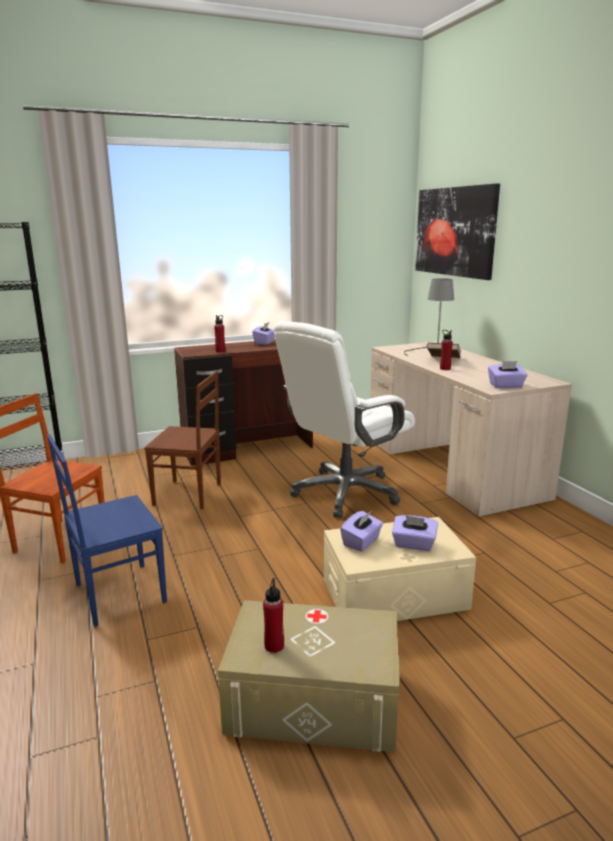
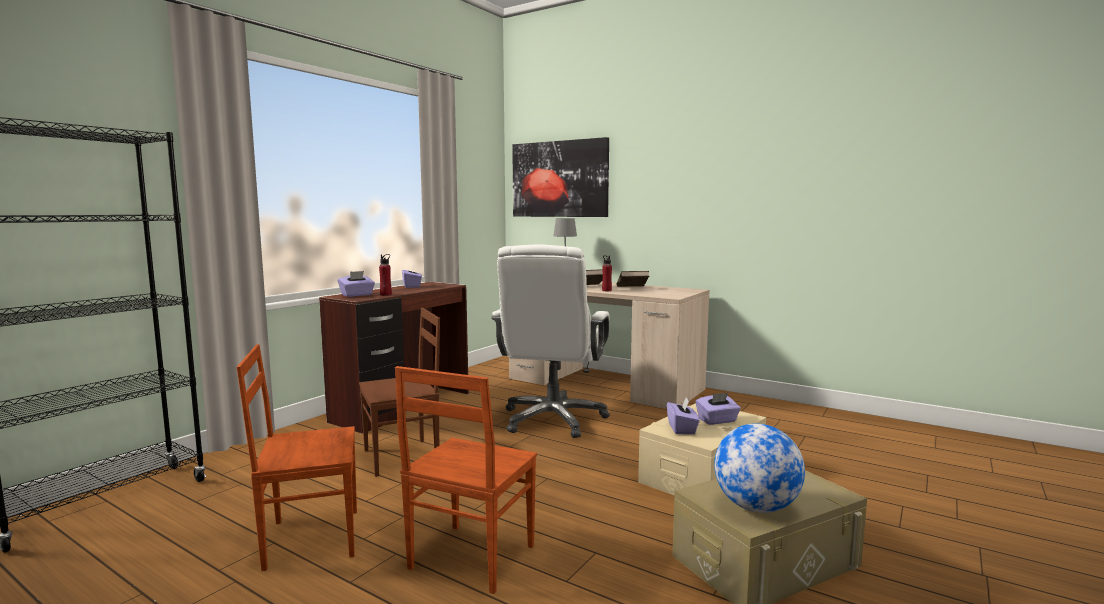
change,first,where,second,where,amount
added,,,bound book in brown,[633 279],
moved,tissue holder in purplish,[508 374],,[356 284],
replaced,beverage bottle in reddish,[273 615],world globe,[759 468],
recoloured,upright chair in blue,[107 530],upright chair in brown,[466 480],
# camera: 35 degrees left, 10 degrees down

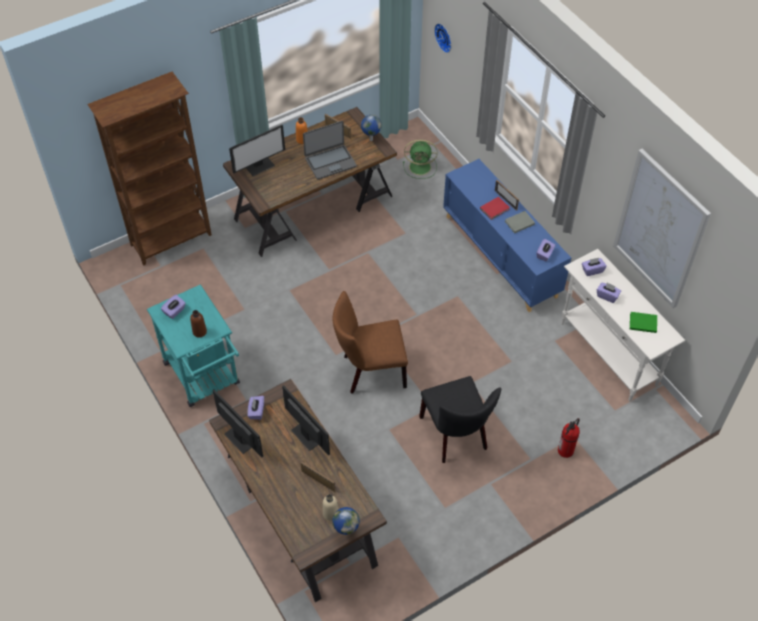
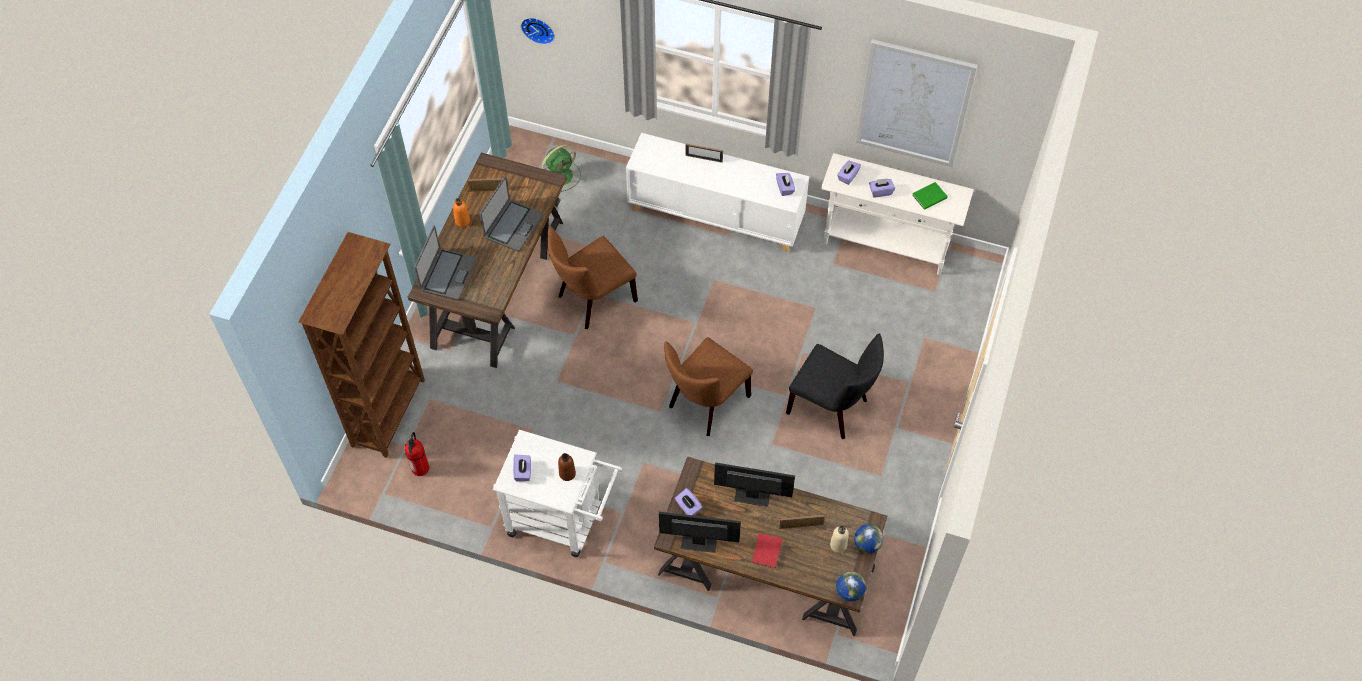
change,first,where,second,where,amount
removed,bound book in greyish,[520 222],,,
added,,,upright chair in brown,[592 277],
moved,world globe,[371 128],,[851 586],
moved,bound book in reddish,[495 208],,[767 550],
moved,fire-fighting cylinder,[569 438],,[417 454],
replaced,computer display,[257 150],portable computer,[445 263],
recoloured,trolley in turquoise-coloured,[193 345],trolley in whitish,[557 493],
recoloured,cupboard in blue,[507 235],cupboard in whitish,[717 193],
# camera: 40 degrees left, 5 degrees up

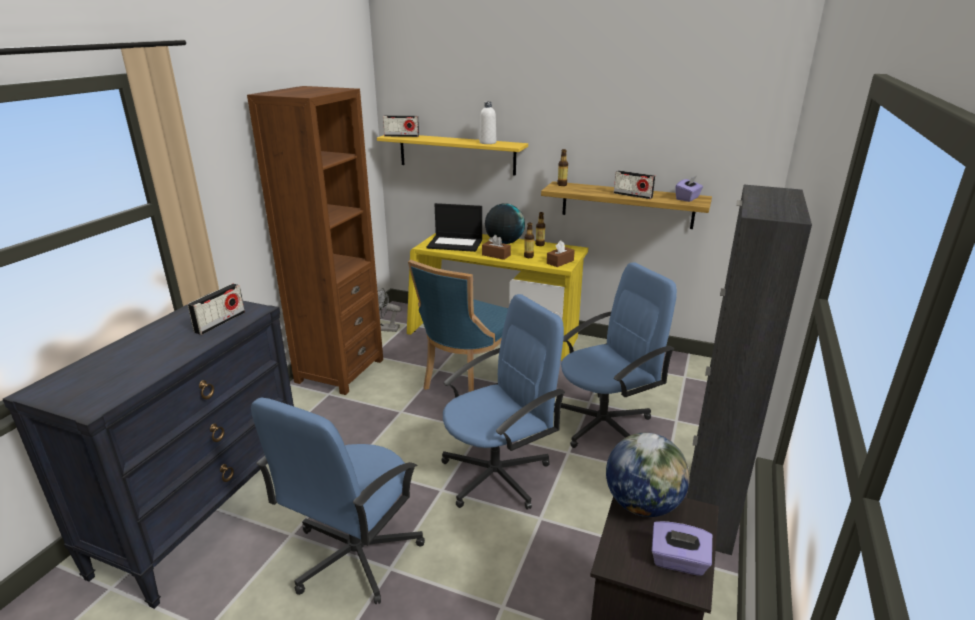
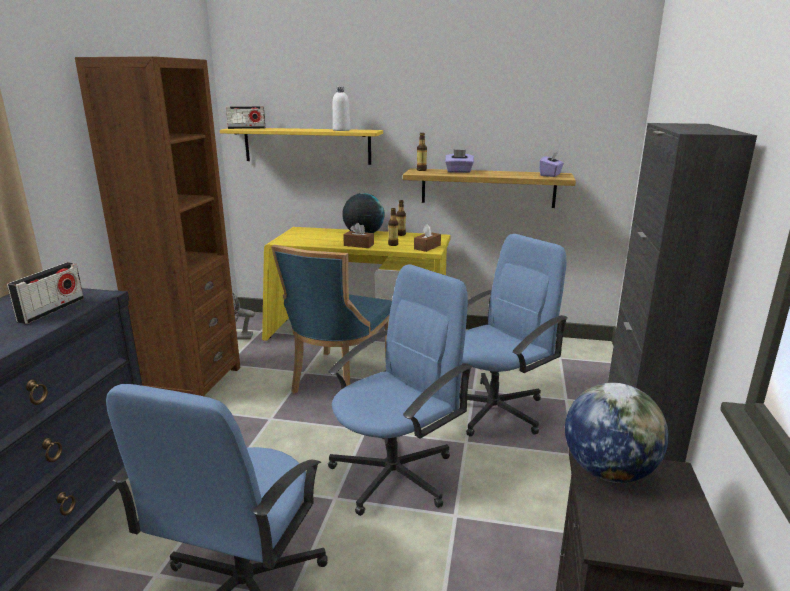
change,first,where,second,where,amount
removed,portable computer,[454 227],,,
removed,radio set,[634 184],,,
moved,tissue holder in purplish,[682 548],,[459 161],
# camera: 10 degrees left, 5 degrees down

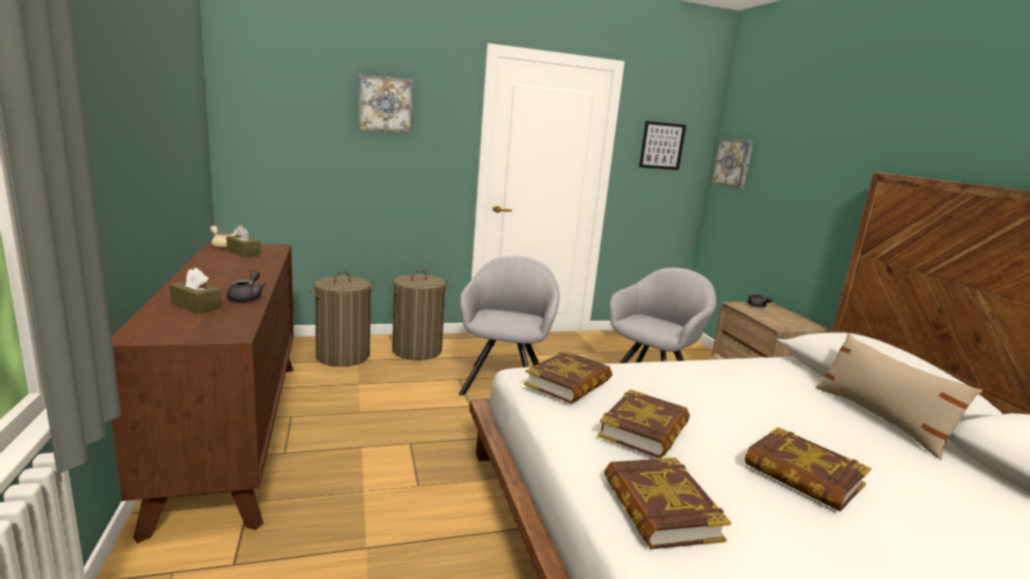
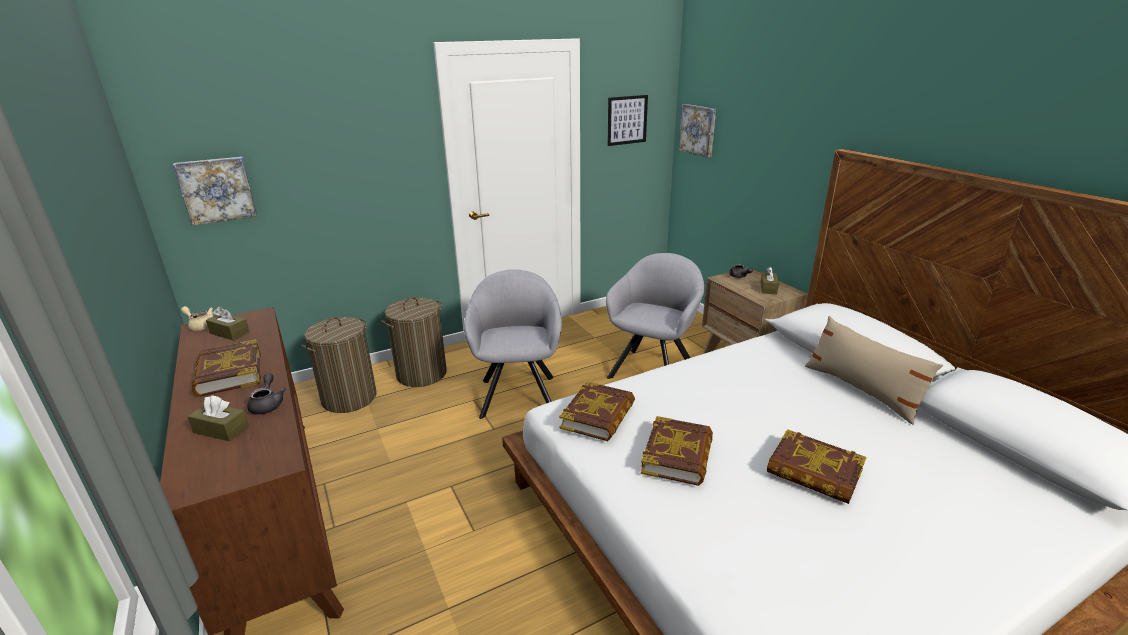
change,first,where,second,where,amount
added,,,tissue holder in brown,[769 280],
moved,wall picture,[386 104],,[215 191],
moved,bound book,[667 503],,[226 368],
# camera: 10 degrees left, 10 degrees up

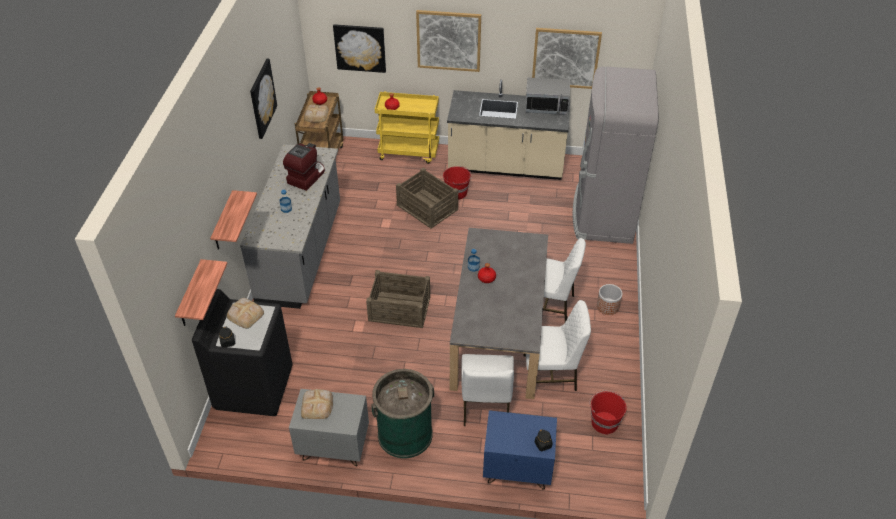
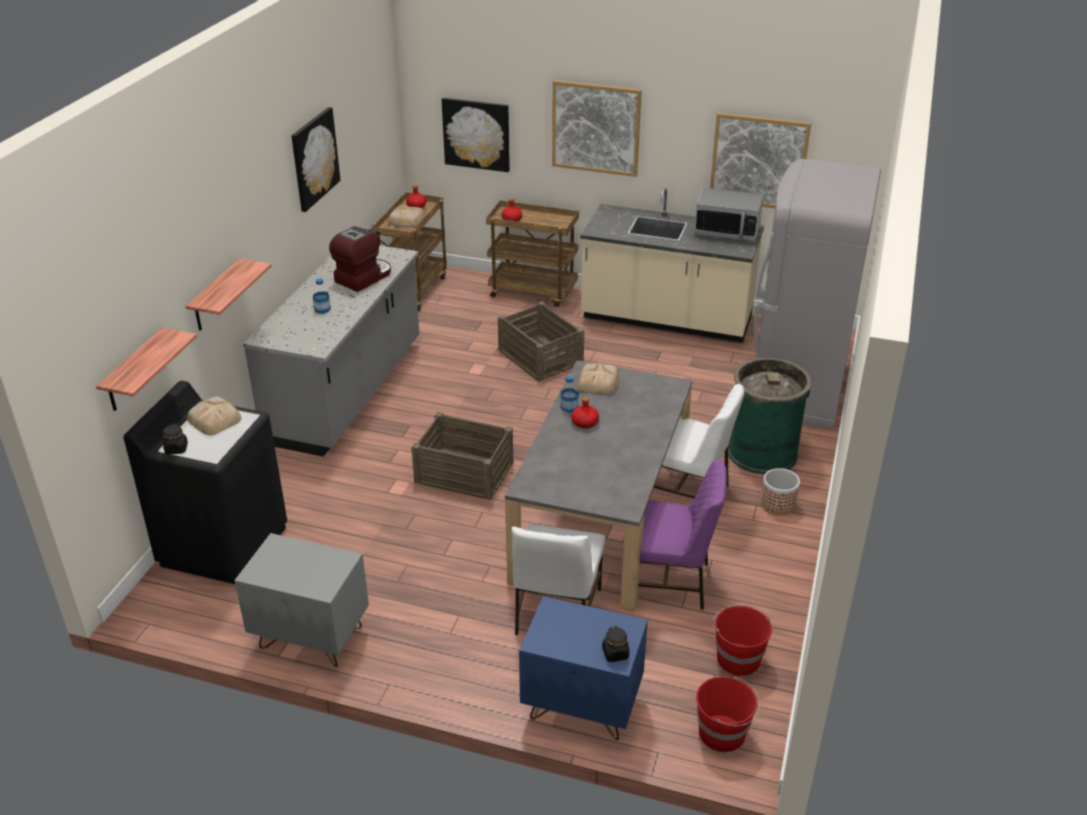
change,first,where,second,where,amount
moved,bread,[317 404],,[598 379],
moved,trash can in green,[402 413],,[770 416],
moved,bucket in reddish,[457 183],,[728 714],
recoloured,trolley in yellow-coloured,[407 127],trolley in brown,[532 253],
recoloured,upright chair in whitish,[557 345],upright chair in purplish,[675 534],
# camera: 10 degrees right, 10 degrees down

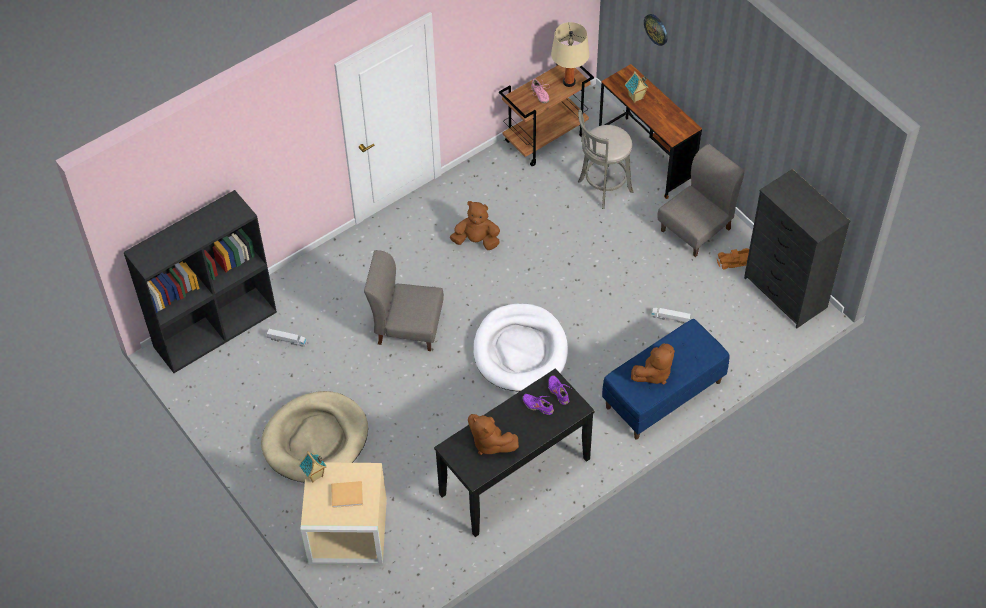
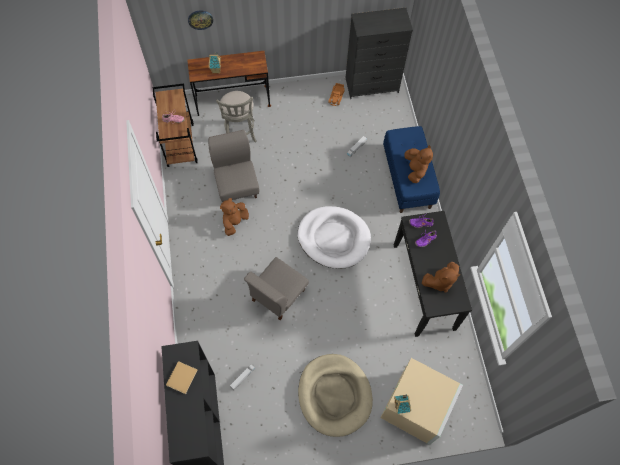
change,first,where,second,where,amount
removed,lamp for a table in sand-coloured,[570 54],,,
moved,bound book in sand-coloured,[347 494],,[182 377],
moved,upright chair in greyish,[701 200],,[234 166],
# camera: 65 degrees left, 10 degrees up

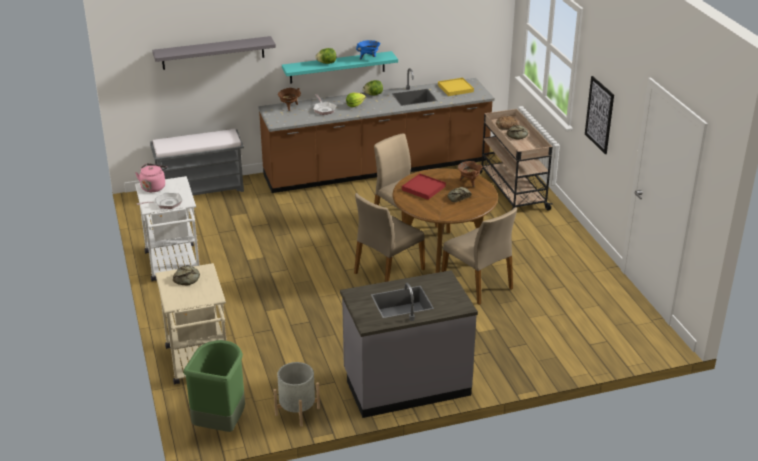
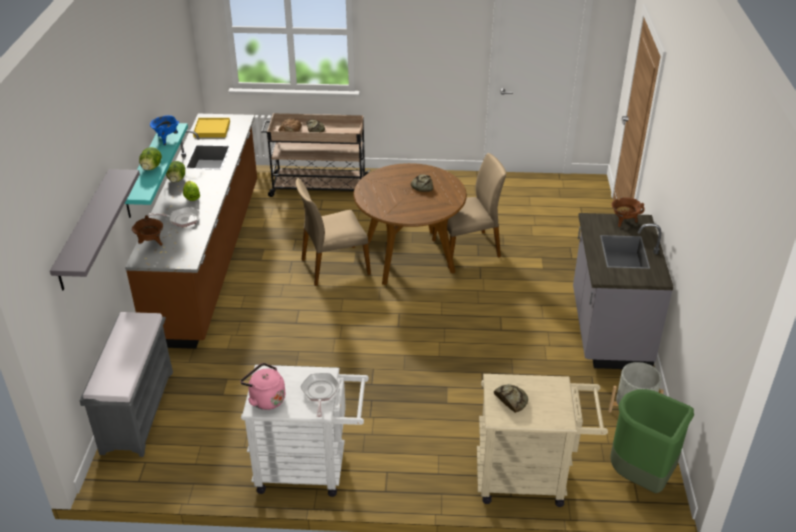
change,first,where,second,where,amount
removed,upright chair in sand-coloured,[389 237],,,
removed,tray in reddish,[424 187],,,
removed,wall picture,[599 115],,,
moved,cooking pot in brown,[470 174],,[628 212],
# camera: 70 degrees left, 5 degrees up

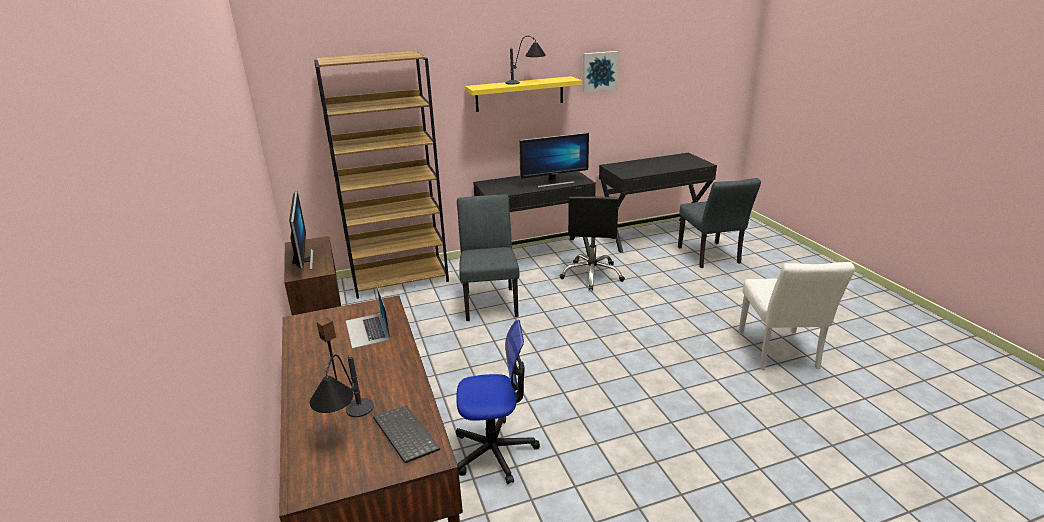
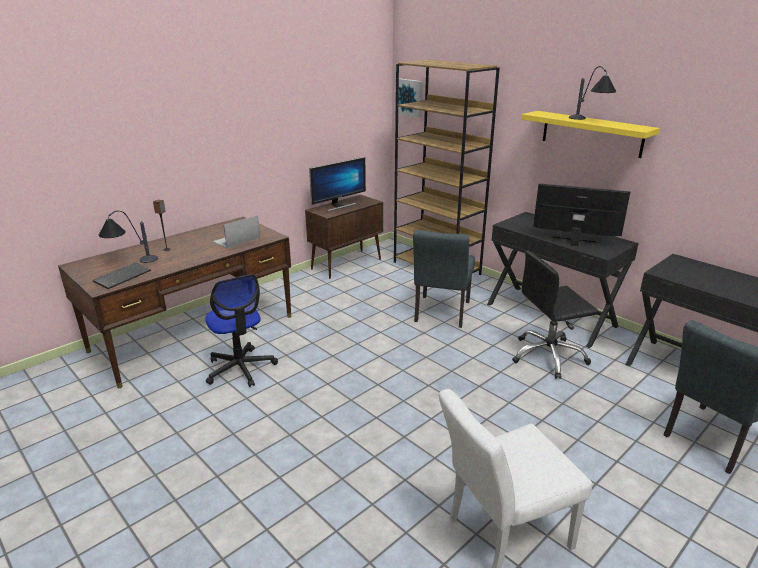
change,first,where,second,where,amount
moved,wall picture,[600 71],,[409 98],
turned,upright chair in greyish,[488 257],,[444 279],135 degrees clockwise
turned,computer display,[554 160],,[581 214],150 degrees clockwise
# camera: 65 degrees right, 0 degrees up

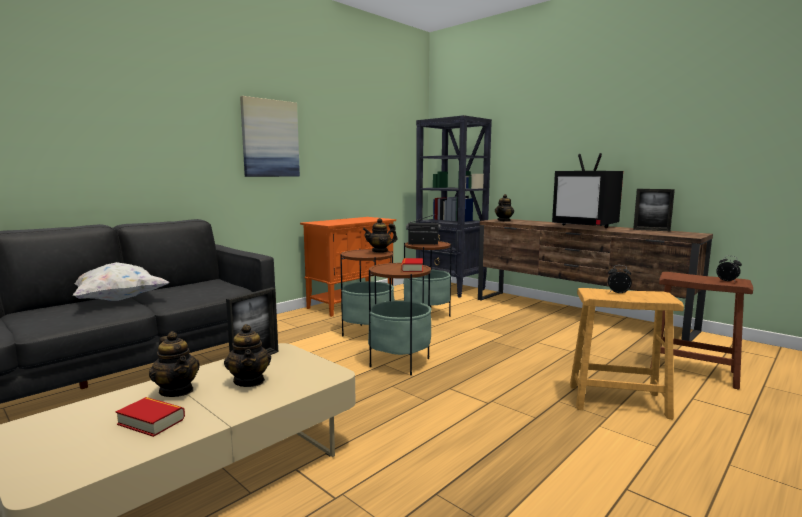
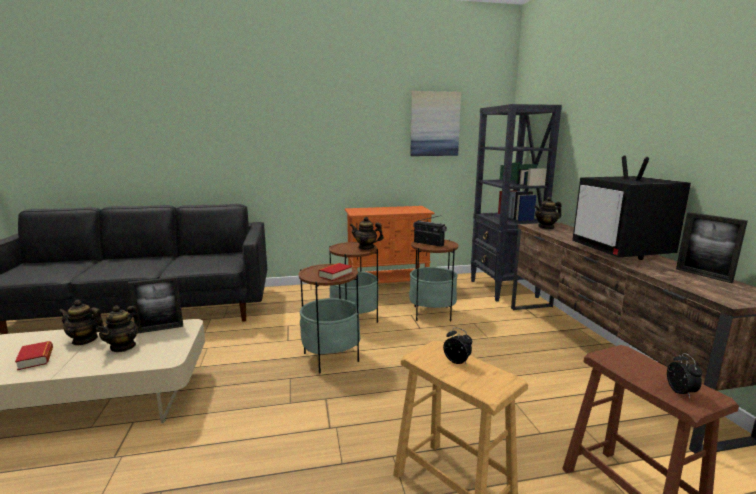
change,first,where,second,where,amount
removed,pillow in whitish,[121 281],,,
moved,wall picture,[270 136],,[435 123],
turned,pot for tea,[174 364],,[81 322],105 degrees clockwise
# camera: 35 degrees right, 5 degrees up

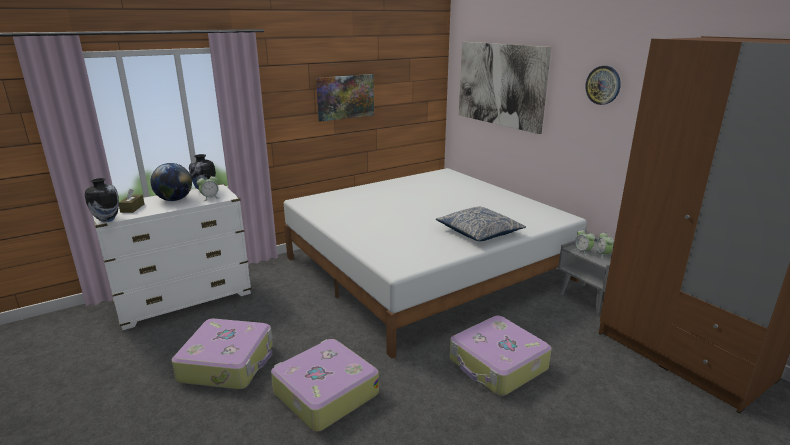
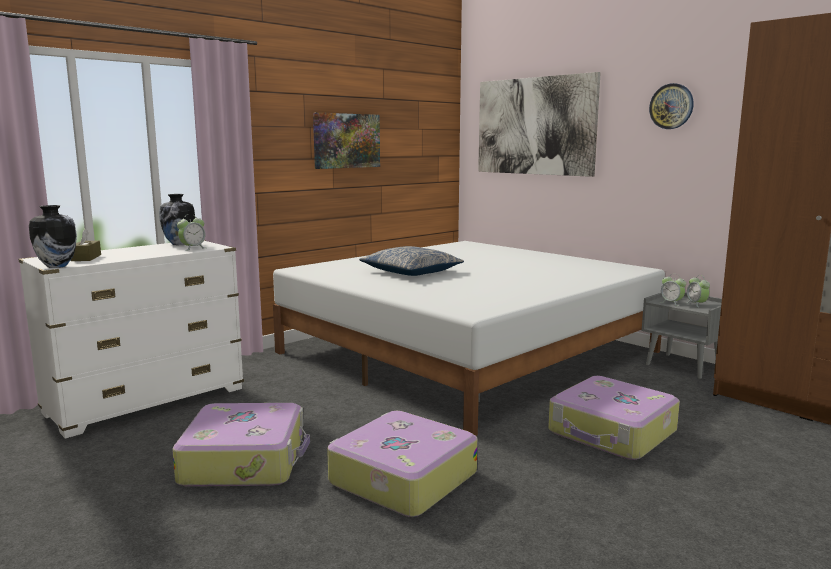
change,first,where,second,where,amount
removed,world globe,[171 182],,,
moved,pillow,[481 224],,[411 261],
# camera: 10 degrees left, 10 degrees down

